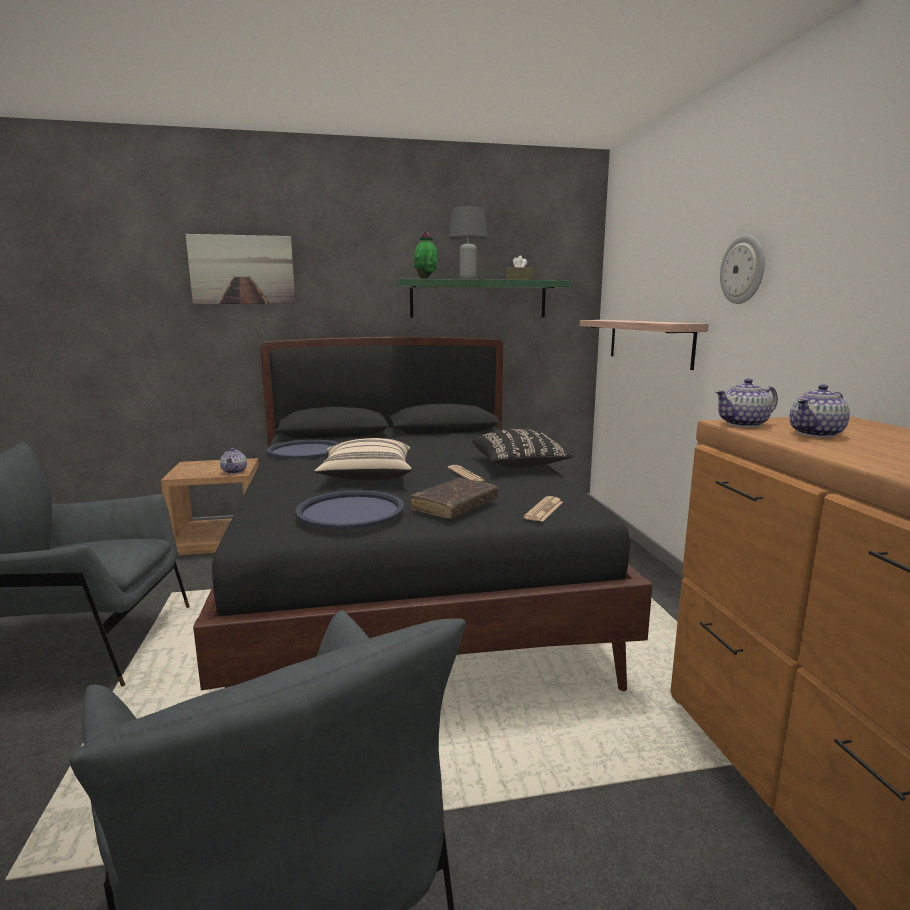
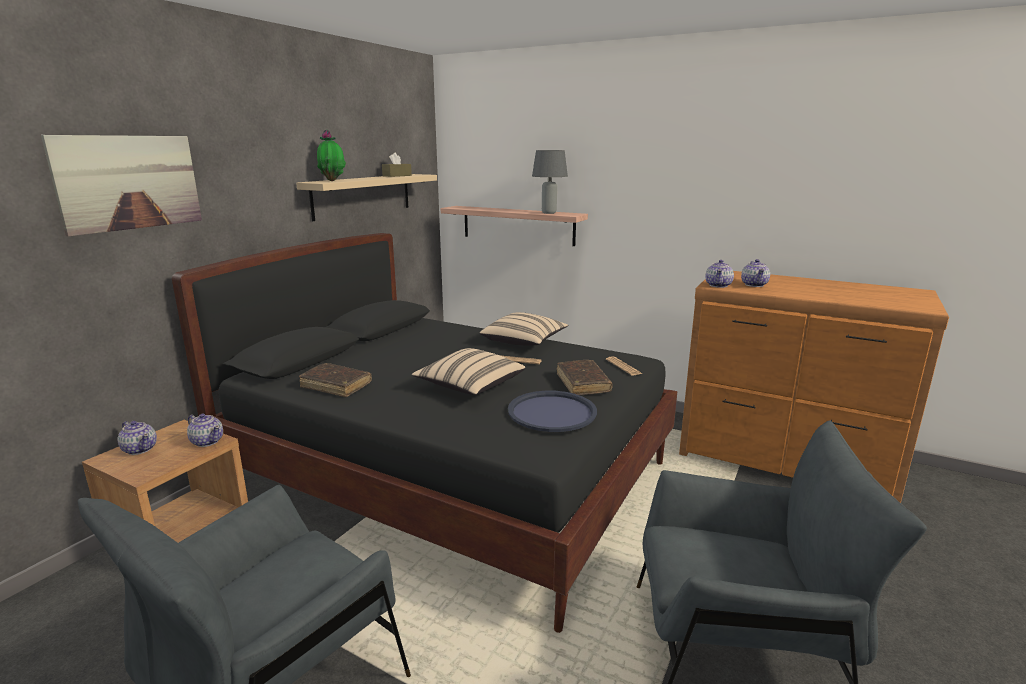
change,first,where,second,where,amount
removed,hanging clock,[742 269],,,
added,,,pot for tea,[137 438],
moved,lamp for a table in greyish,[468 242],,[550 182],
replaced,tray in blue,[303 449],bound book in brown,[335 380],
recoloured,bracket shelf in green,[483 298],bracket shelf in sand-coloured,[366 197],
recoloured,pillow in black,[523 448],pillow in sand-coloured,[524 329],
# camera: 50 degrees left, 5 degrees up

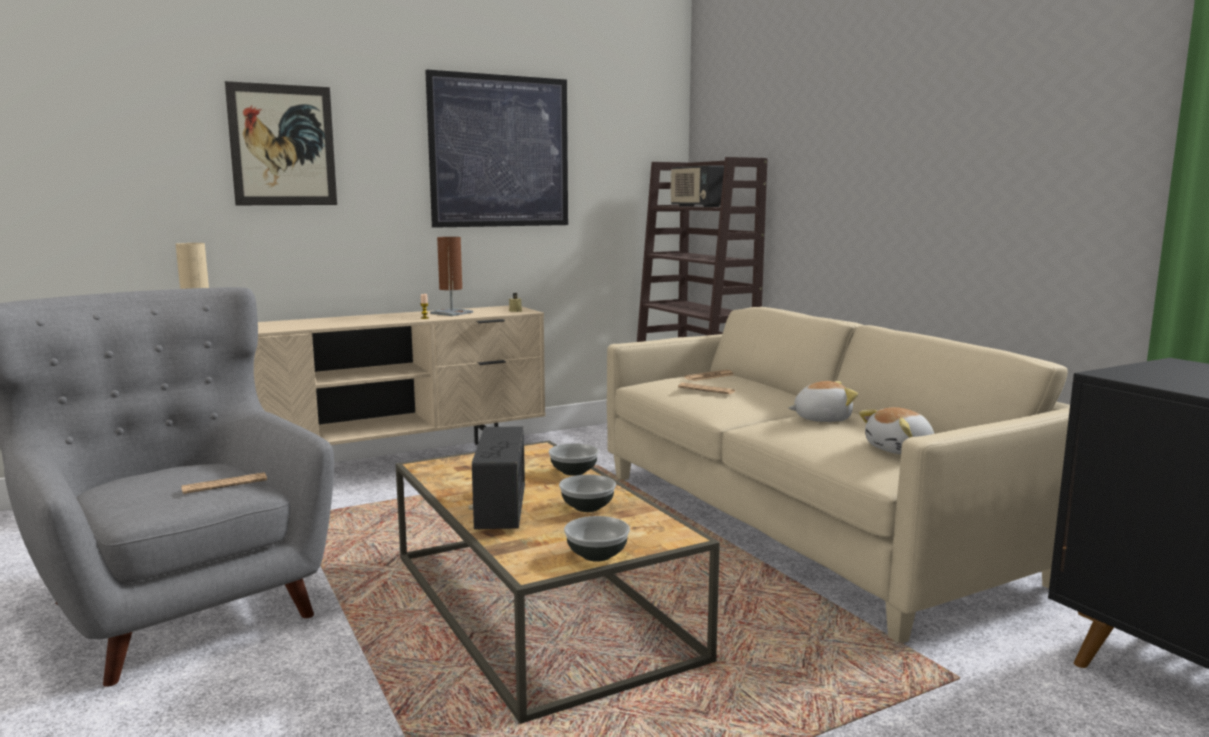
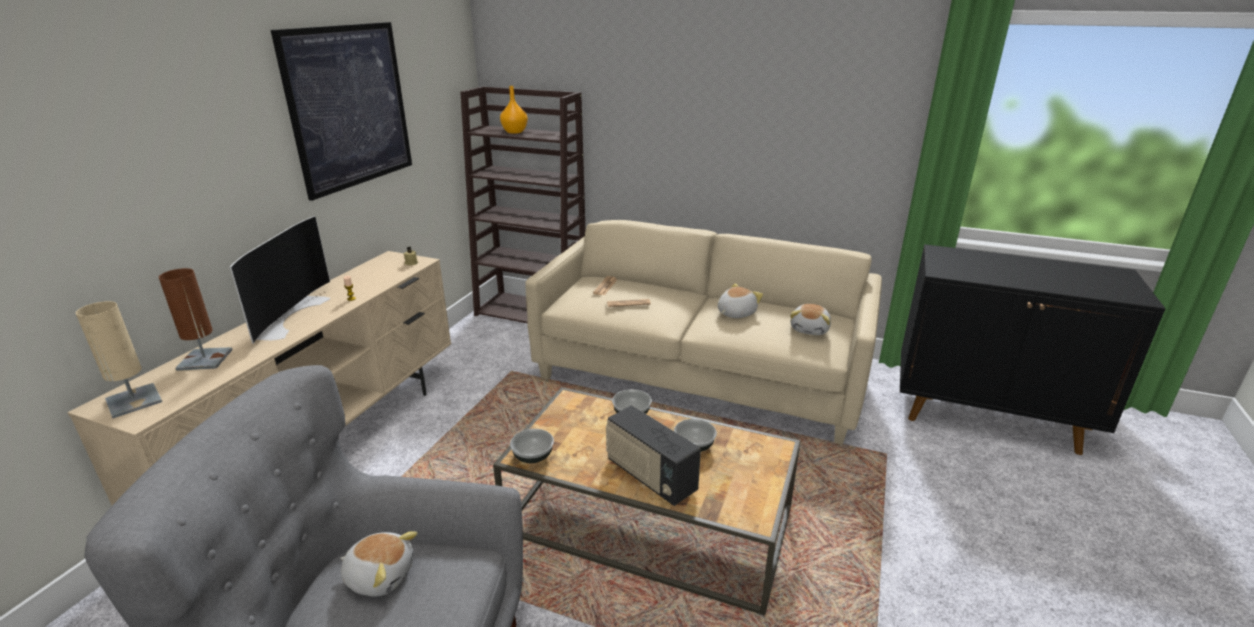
change,first,where,second,where,amount
removed,newspaper,[224 483],,,
removed,wall picture,[281 143],,,
added,,,television,[280 280],
added,,,soft toy,[378 564],
moved,lamp for a table in brown,[451 276],,[196 319],
moved,serving bowl,[597 539],,[532 446],
replaced,radio set,[697 186],decorative vase in orange-coloured,[514 110],
# camera: 40 degrees left, 15 degrees up

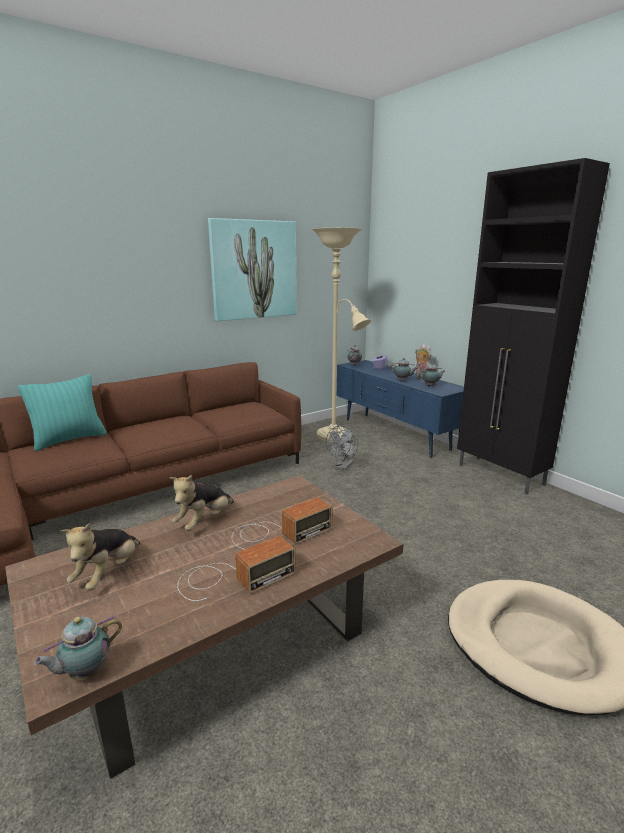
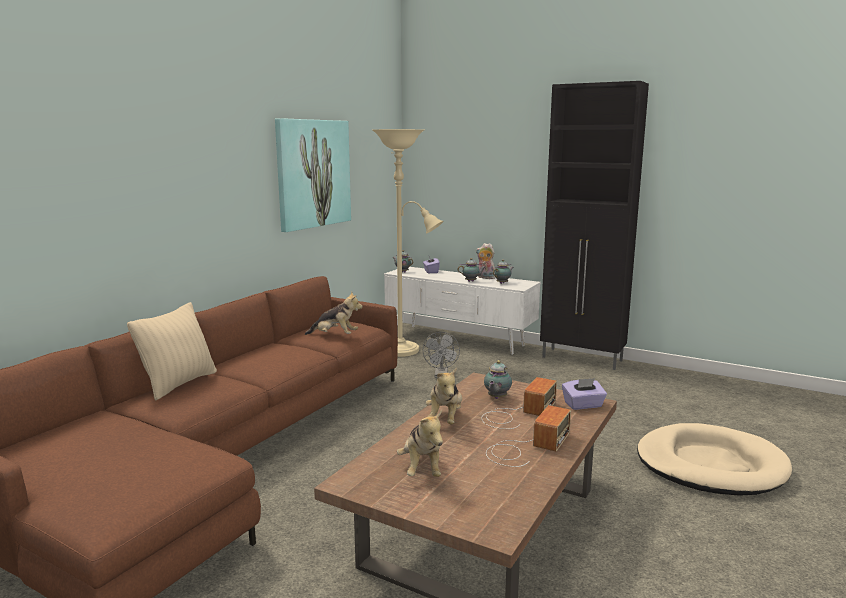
change,first,where,second,where,amount
added,,,soft toy,[334 313],
added,,,tissue holder in purplish,[584 394],
moved,pot for tea,[78 648],,[498 379],
recoloured,pillow in turquoise-coloured,[62 412],pillow in sand-coloured,[172 351],
recoloured,tv stand in blue,[400 408],tv stand in whitish,[462 311],
# camera: 25 degrees left, 5 degrees down

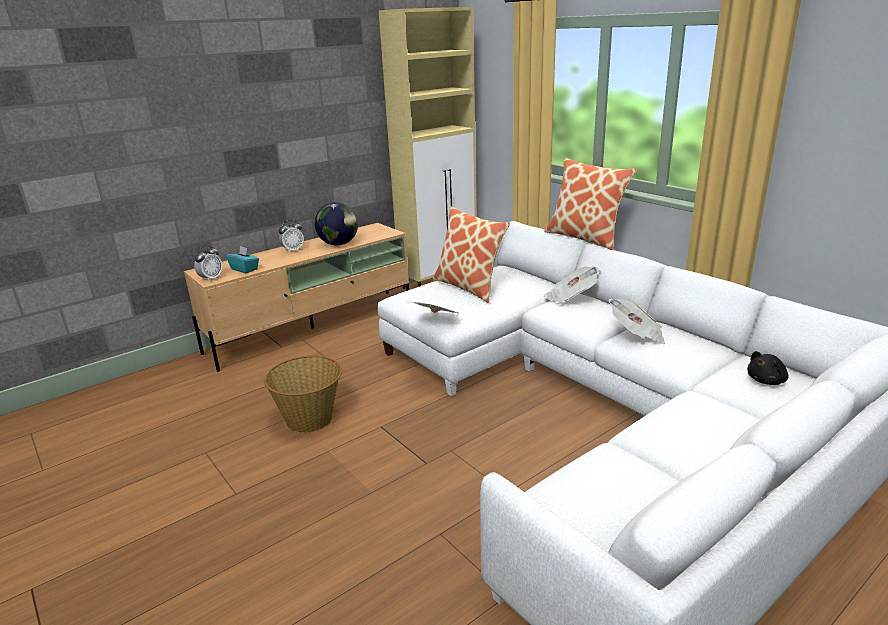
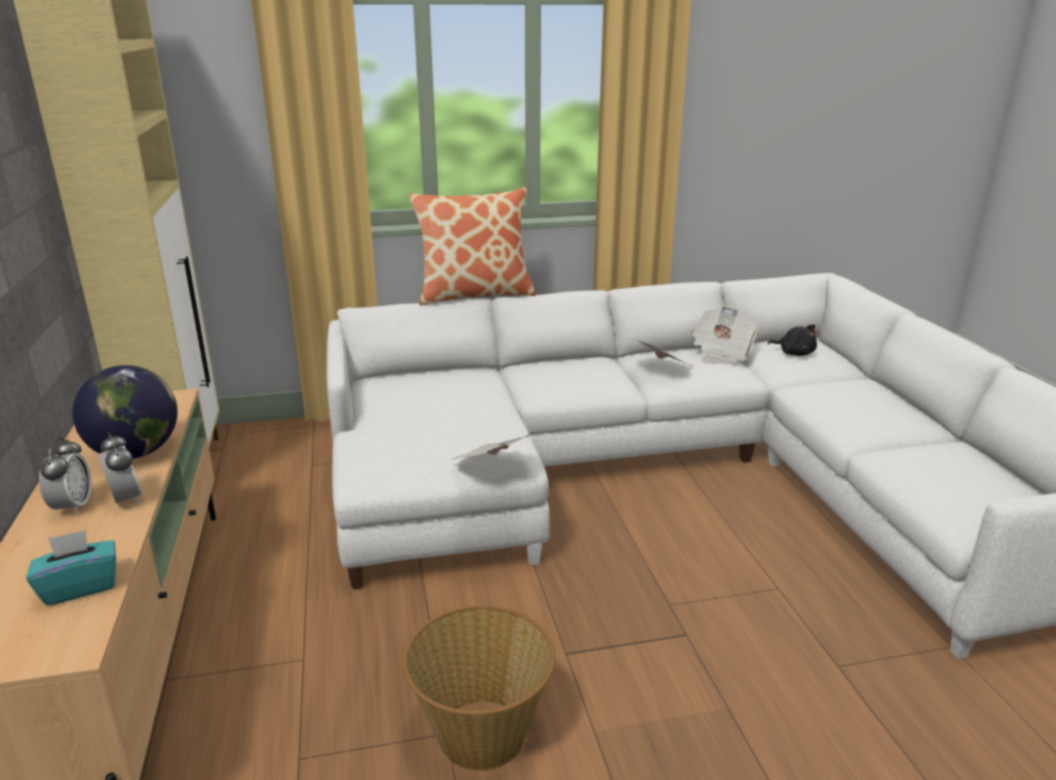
change,first,where,second,where,amount
removed,pillow,[471 254],,,
moved,alarm clock,[208 263],,[120 468],
moved,newspaper,[572 285],,[725 335],
turned,soft toy in black,[768 368],,[792 340],45 degrees counterclockwise
# camera: 65 degrees left, 0 degrees up

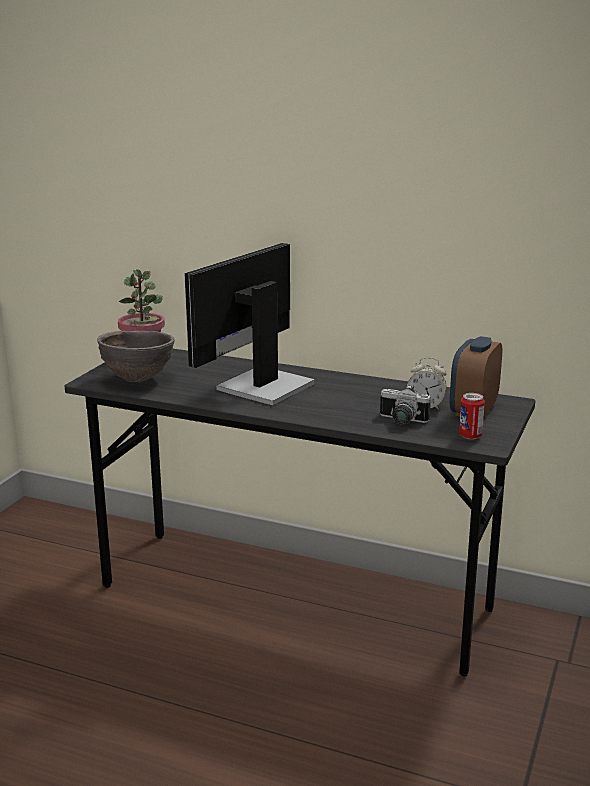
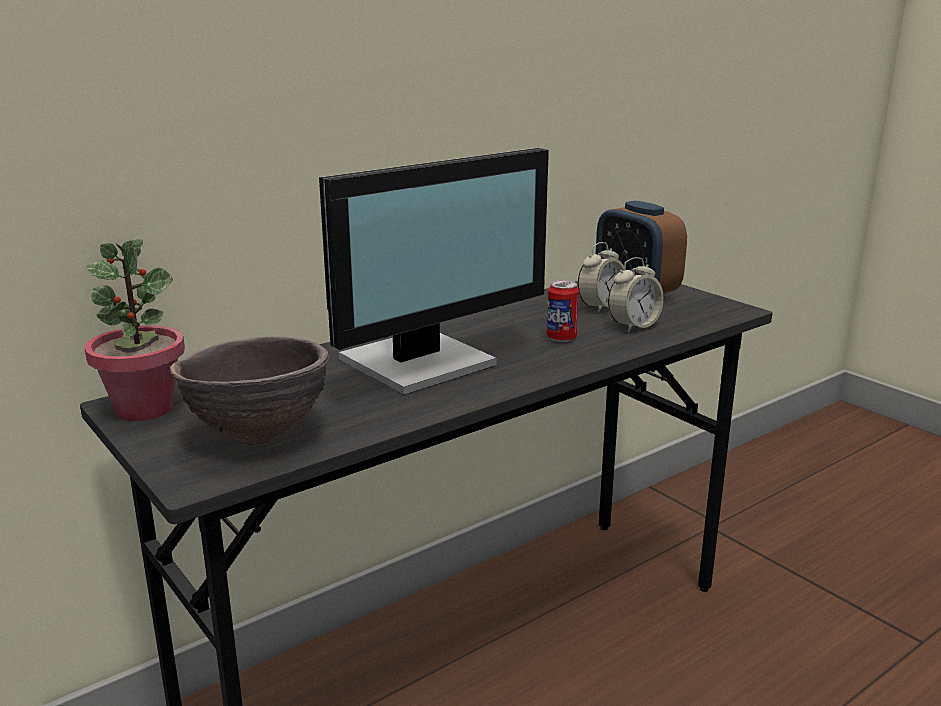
change,first,where,second,where,amount
moved,metal can,[472 416],,[562 311],
replaced,photo camera,[405 405],alarm clock,[636 294],
turned,computer display,[249 324],,[434 271],105 degrees counterclockwise
# camera: 60 degrees left, 0 degrees up

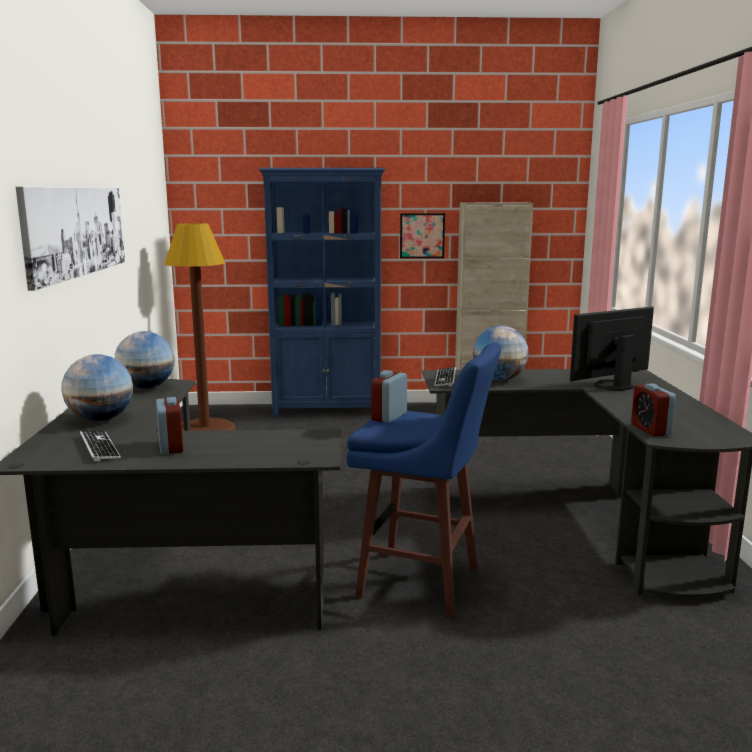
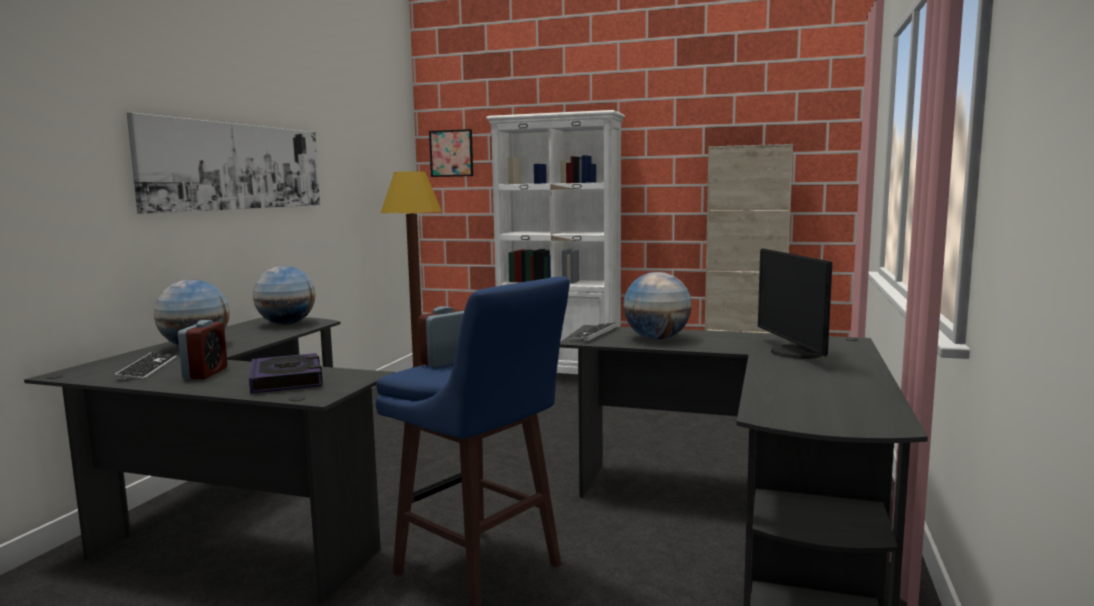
change,first,where,second,where,amount
removed,alarm clock,[653 410],,,
added,,,bound book,[286 373],
moved,wall picture,[422 235],,[451 153],
recoloured,bookcase in blue,[322 292],bookcase in whitish,[555 242],
turned,computer display,[612 349],,[795 303],90 degrees counterclockwise
# camera: 20 degrees right, 5 degrees down

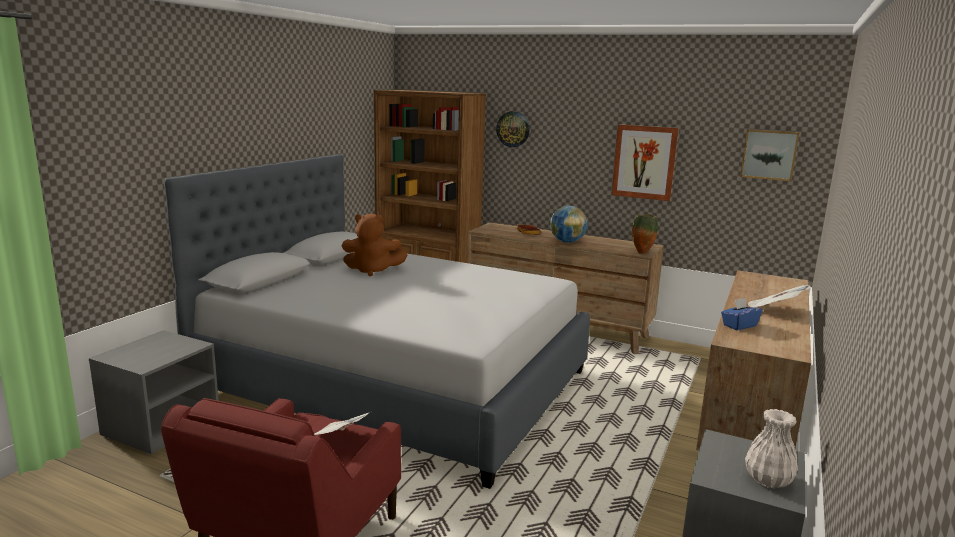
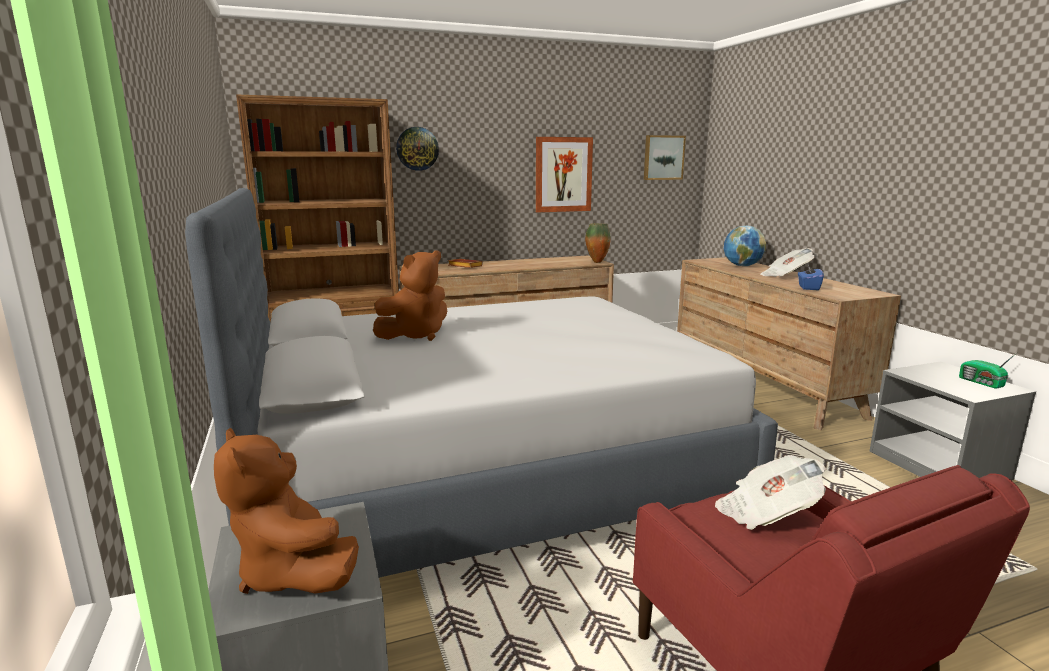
change,first,where,second,where,amount
added,,,soft toy in brown,[286 511],
moved,world globe,[569 224],,[745 245],
replaced,decorative vase in whitish,[771 448],radio set,[987 371],
# camera: 45 degrees left, 0 degrees up

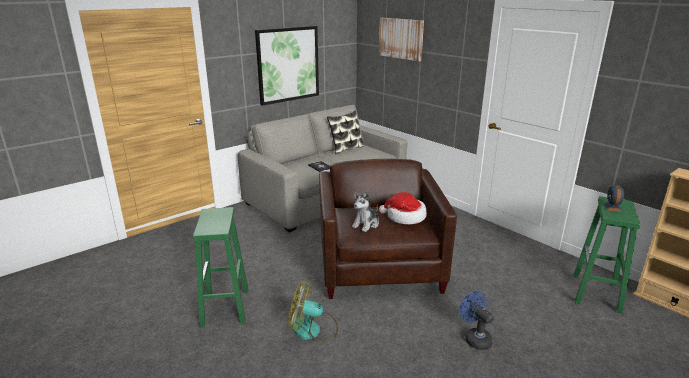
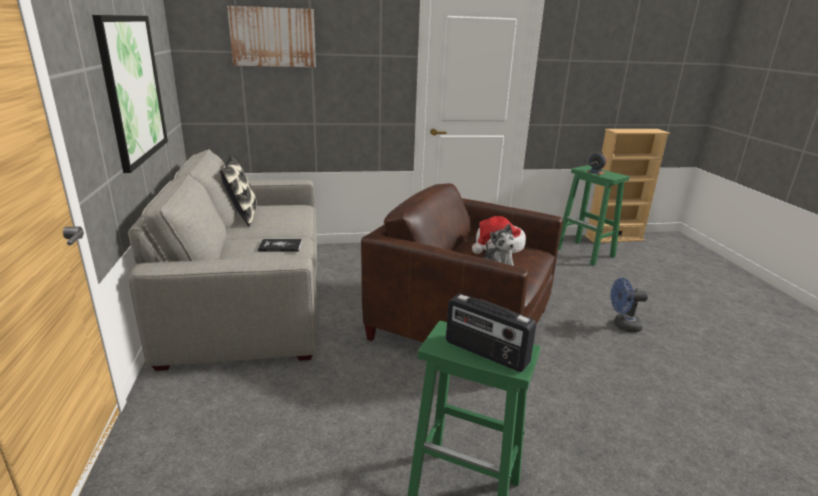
change,first,where,second,where,amount
removed,cooling fan,[312 311],,,
added,,,radio set,[491 333],
# camera: 60 degrees left, 0 degrees up

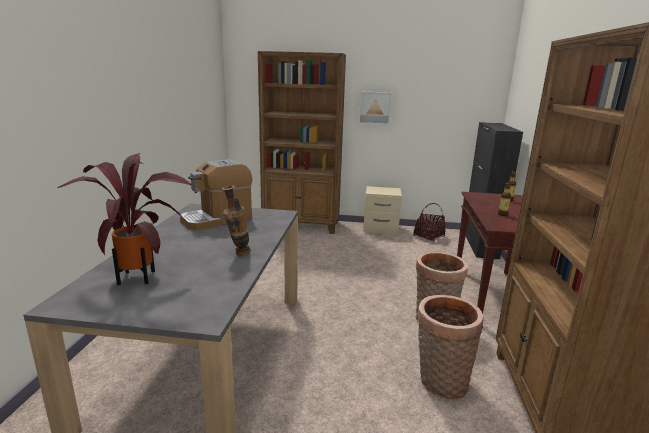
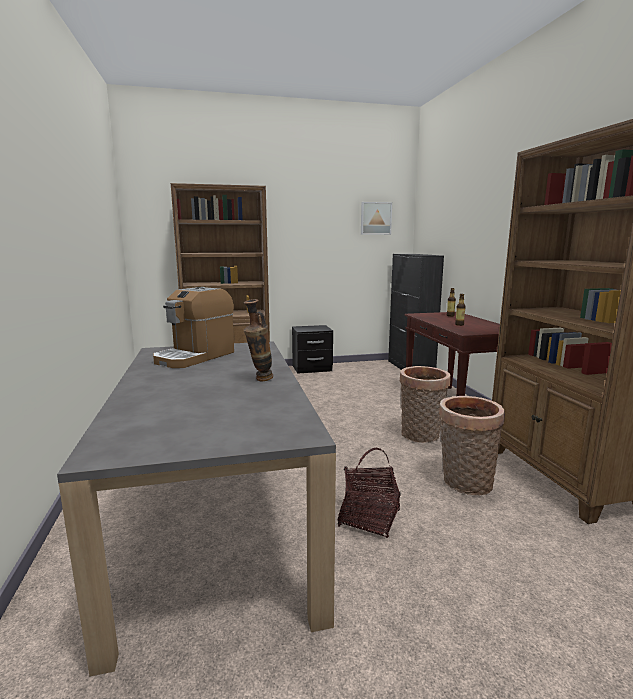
change,first,where,second,where,amount
removed,houseplant,[124 219],,,
moved,wall picture,[375 108],,[376 218],
moved,basket,[429 222],,[369 493],
recoloured,nightstand in sand-coloured,[382 210],nightstand in black,[312 349],
# camera: 20 degrees left, 5 degrees down

